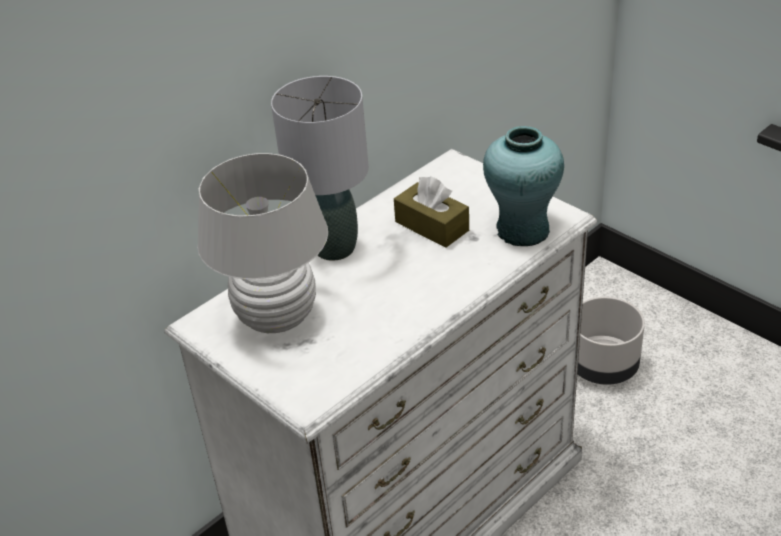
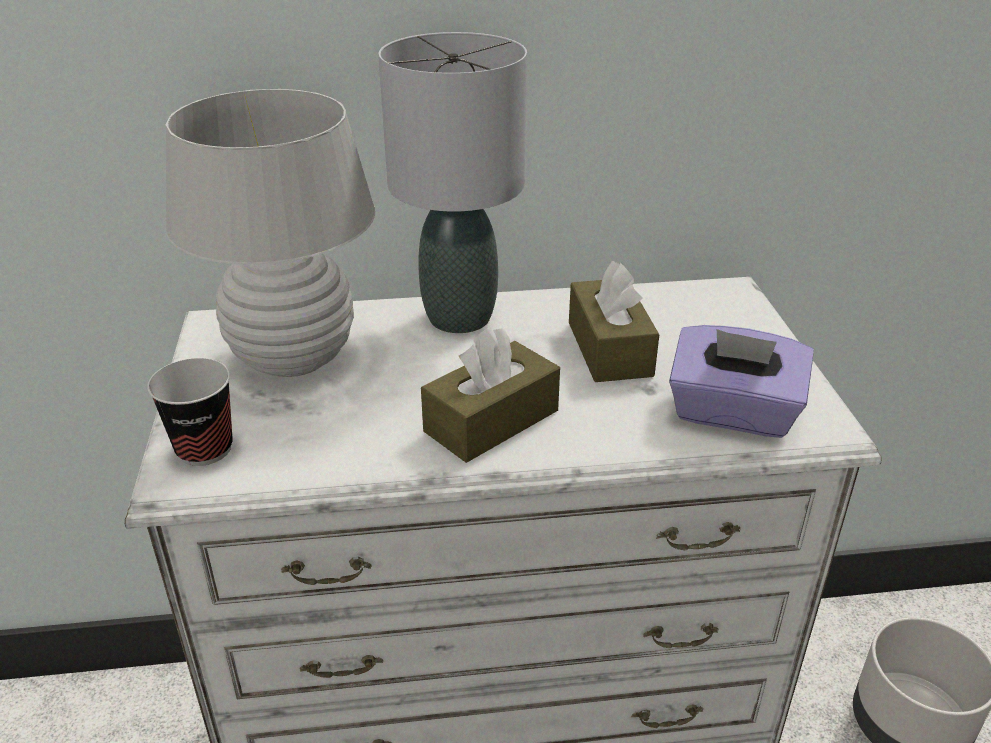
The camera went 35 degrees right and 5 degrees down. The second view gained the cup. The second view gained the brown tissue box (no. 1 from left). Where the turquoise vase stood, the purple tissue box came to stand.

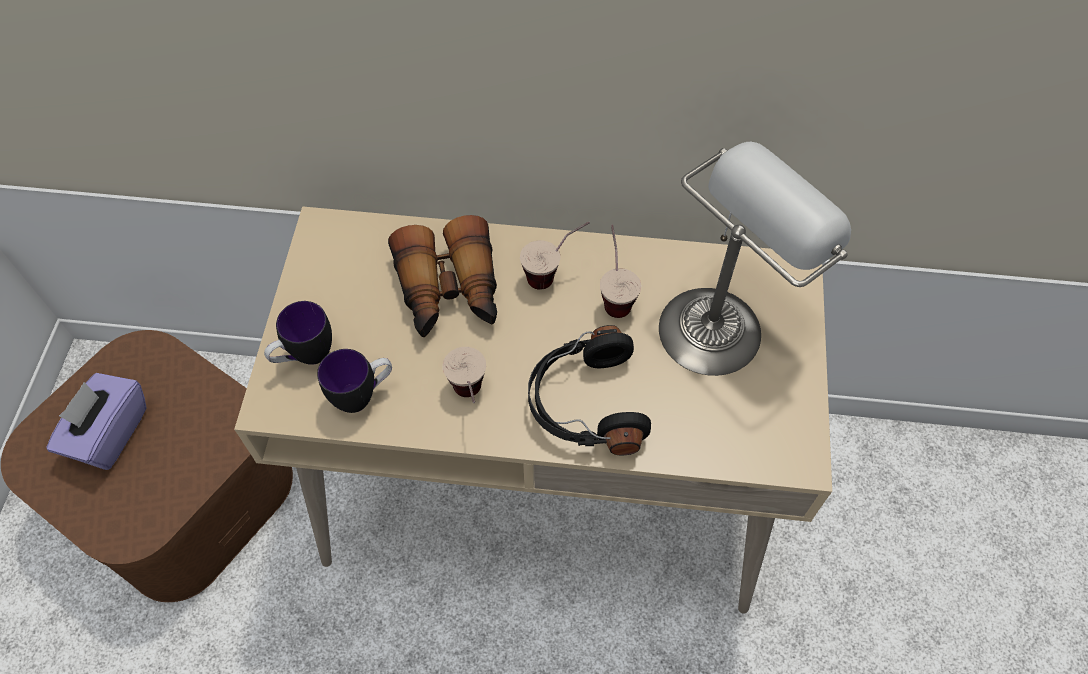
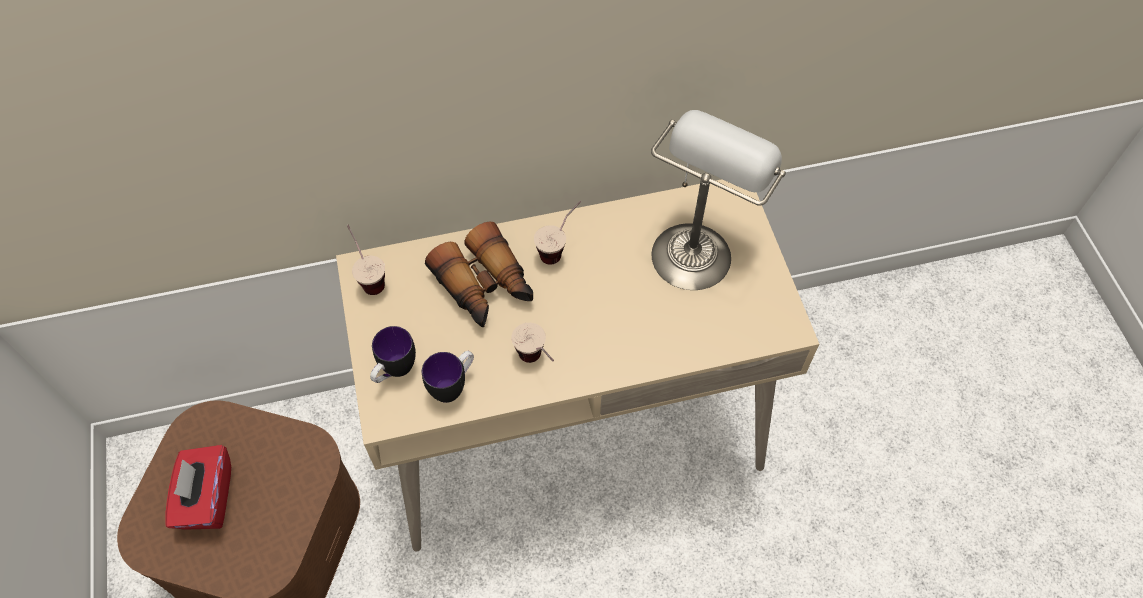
The camera went 20 degrees left and 0 degrees up. The second view lost the black headphones. The cup (no. 3 from left in the first image) ended up elsewhere. What was the purple tissue box turned into the red tissue box.

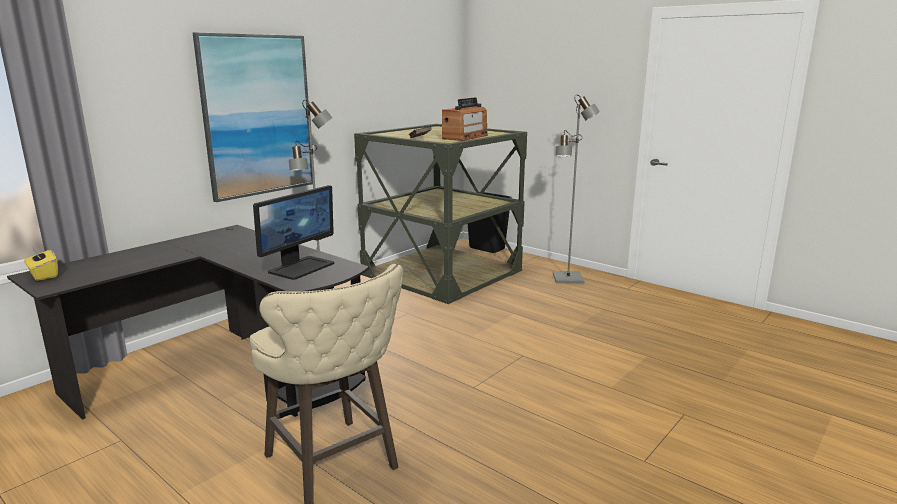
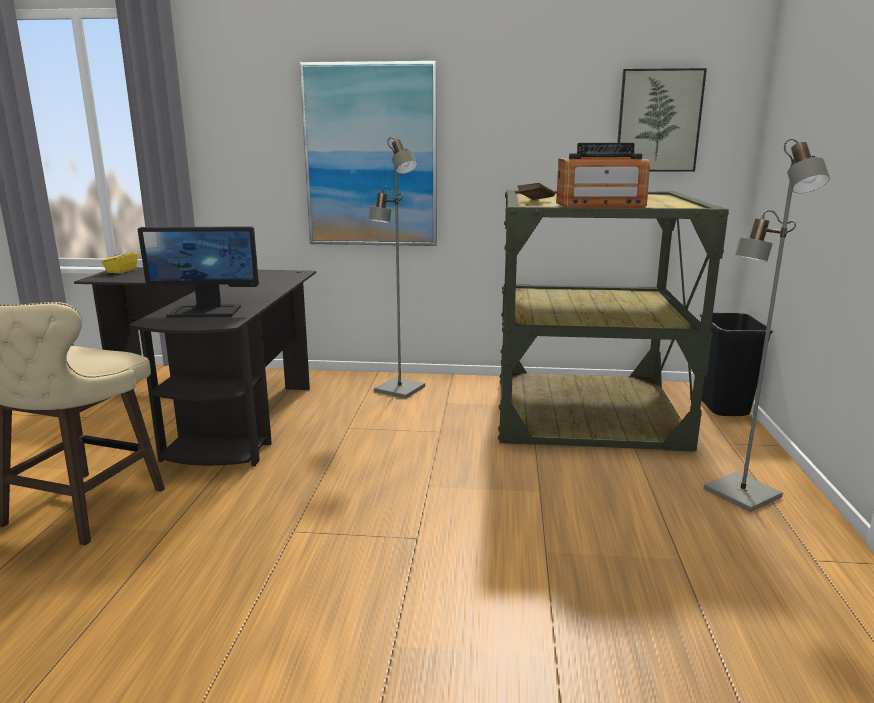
The camera went 55 degrees right and 0 degrees up. The second view gained the picture (no. 2 from left).

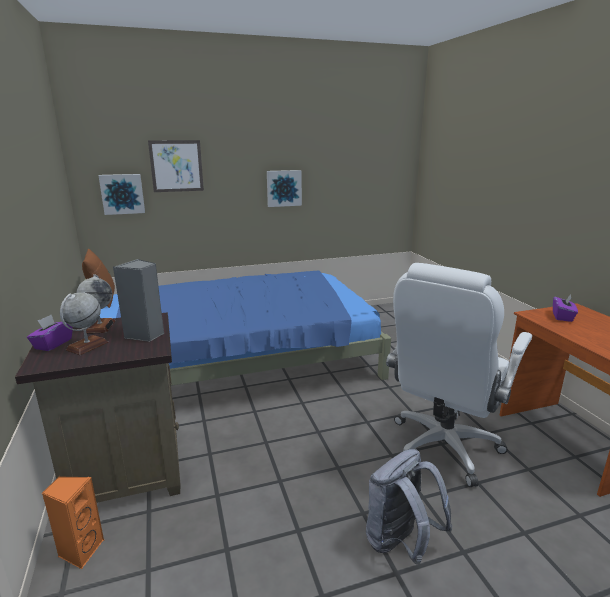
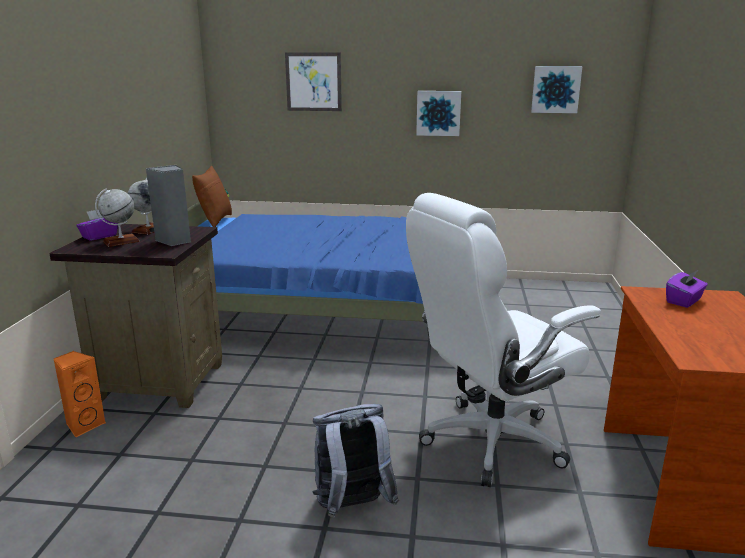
The camera went 25 degrees right and 0 degrees up. The picture (no. 1 from left in the first image) ended up elsewhere.

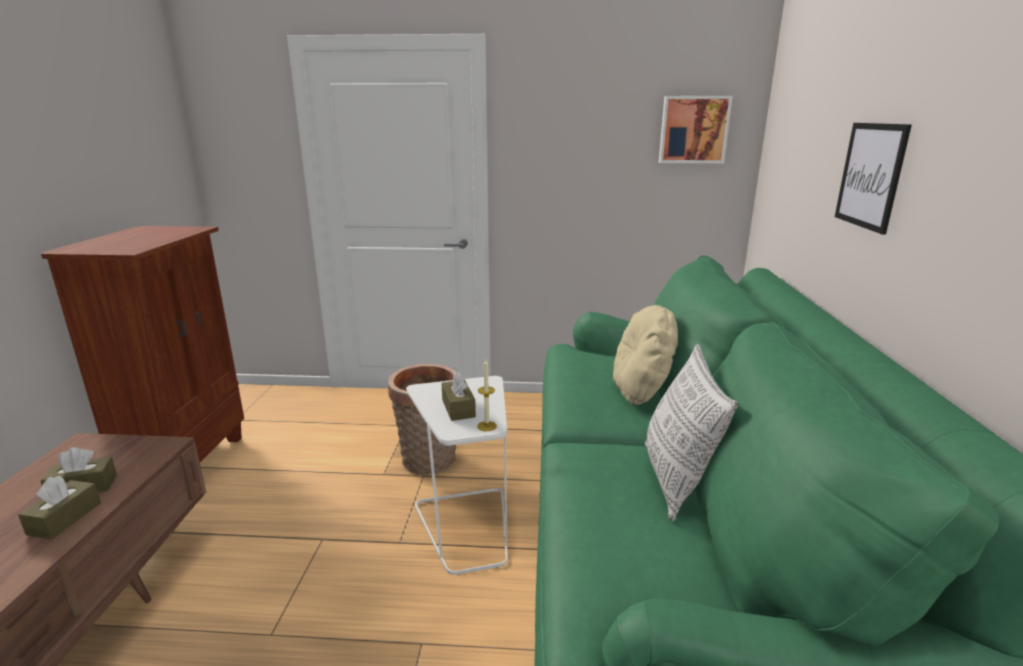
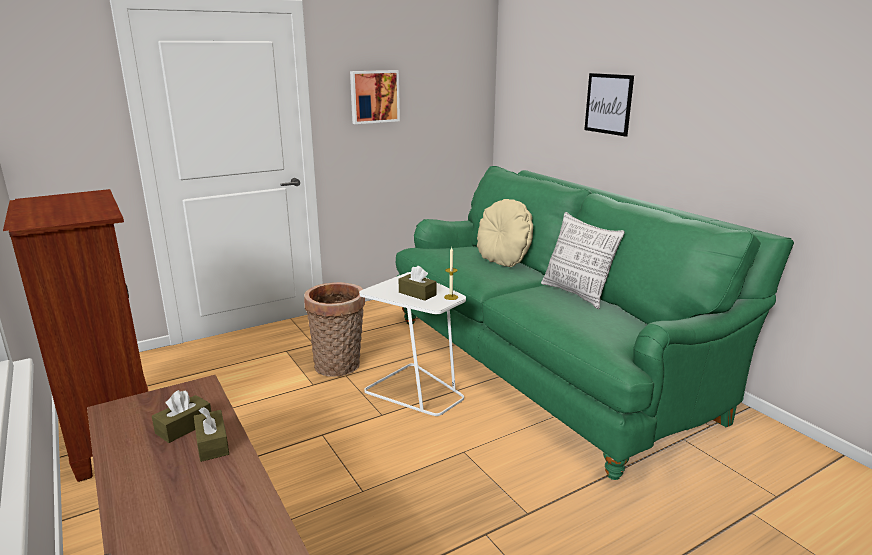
The camera went 35 degrees left and 0 degrees up. The picture (no. 1 from left) ended up elsewhere.

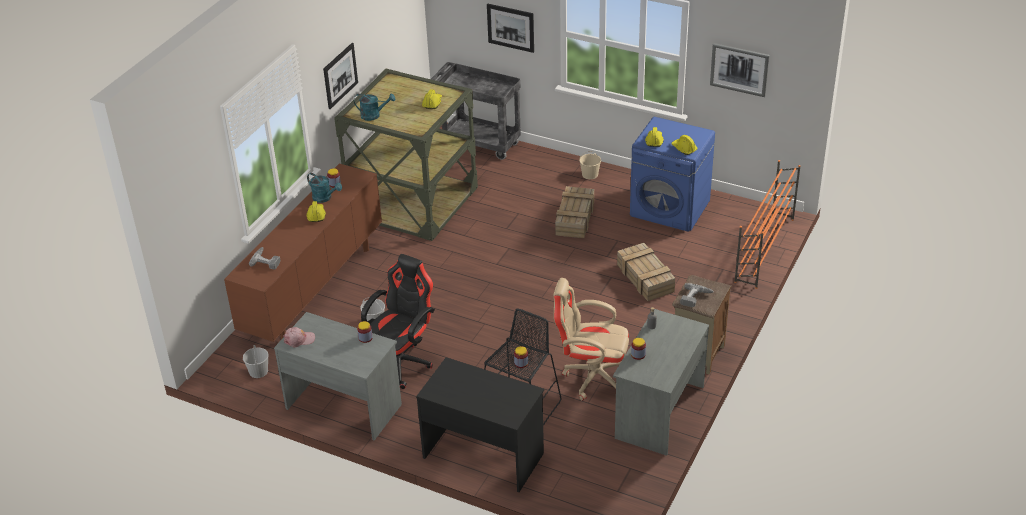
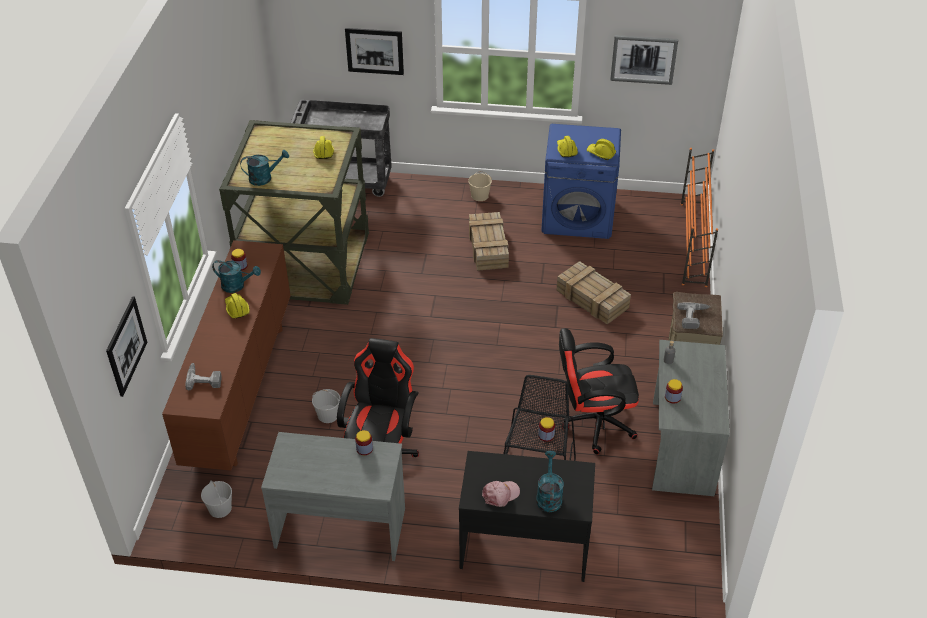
The camera went 20 degrees left and 5 degrees up. The second view gained the turquoise watering can (no. 3 from left). The pink cap ended up elsewhere. The picture (no. 1 from left) ended up elsewhere. What was the beige office chair turned into the black office chair (no. 2 from left).

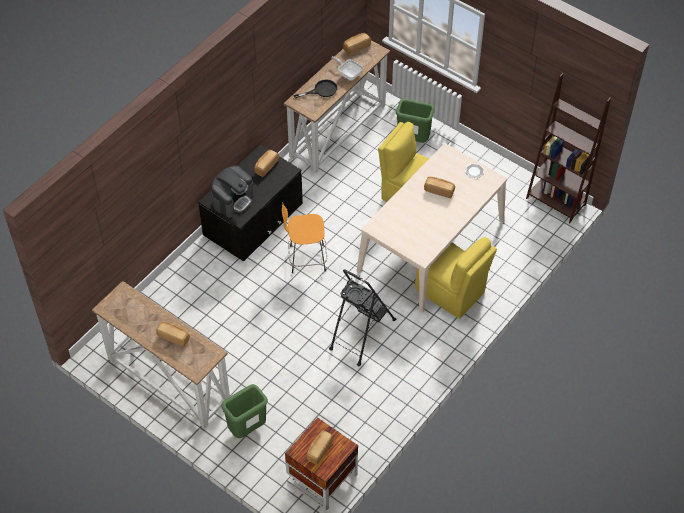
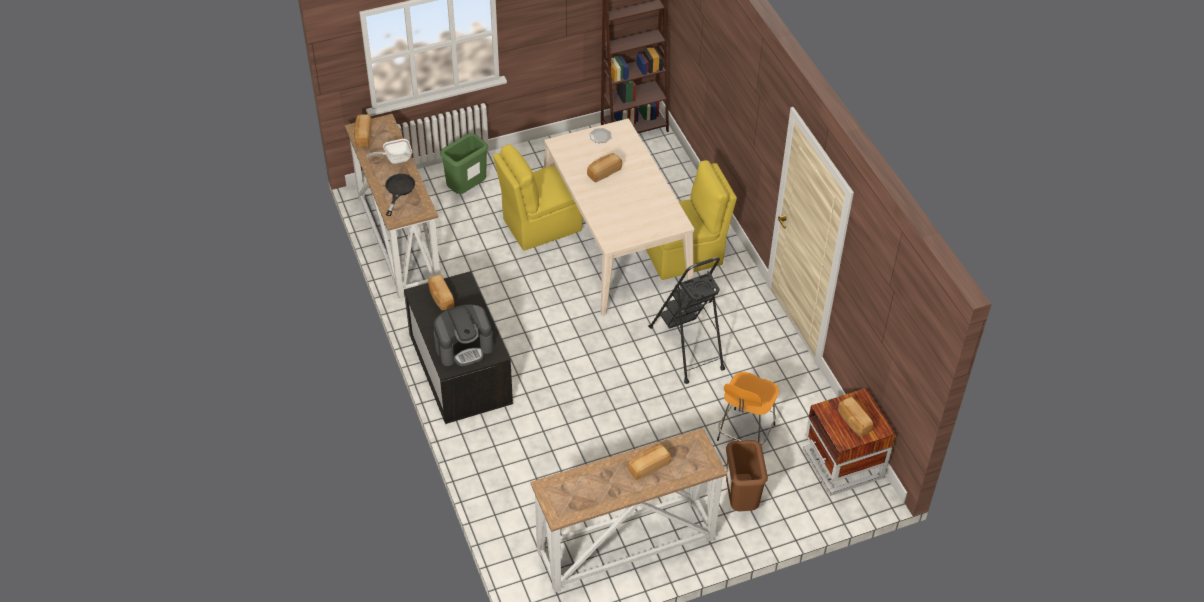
The camera went 60 degrees left and 5 degrees down. The orange stool ended up elsewhere. What was the green trash can (no. 1 from left) turned into the brown trash can. The coffee machine ended up facing another way, 90 degrees clockwise from before.

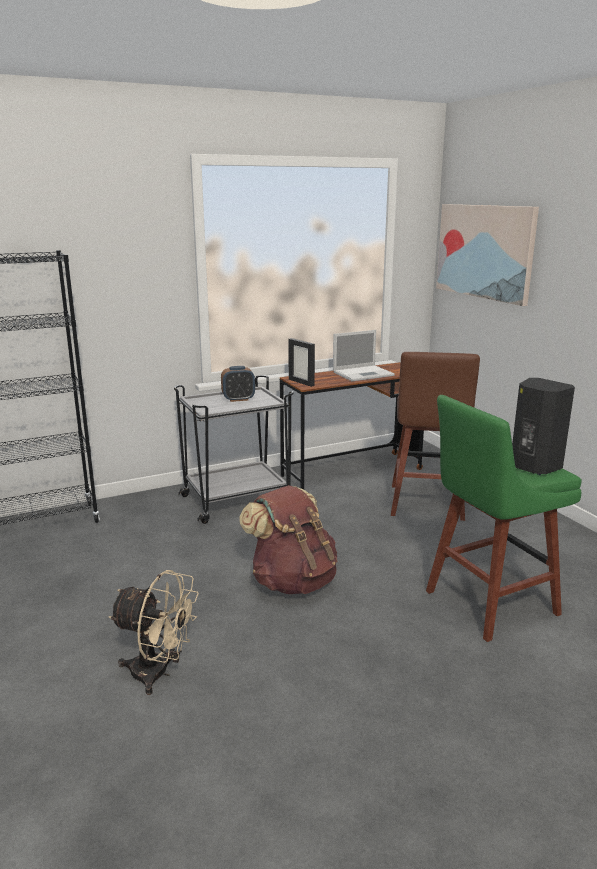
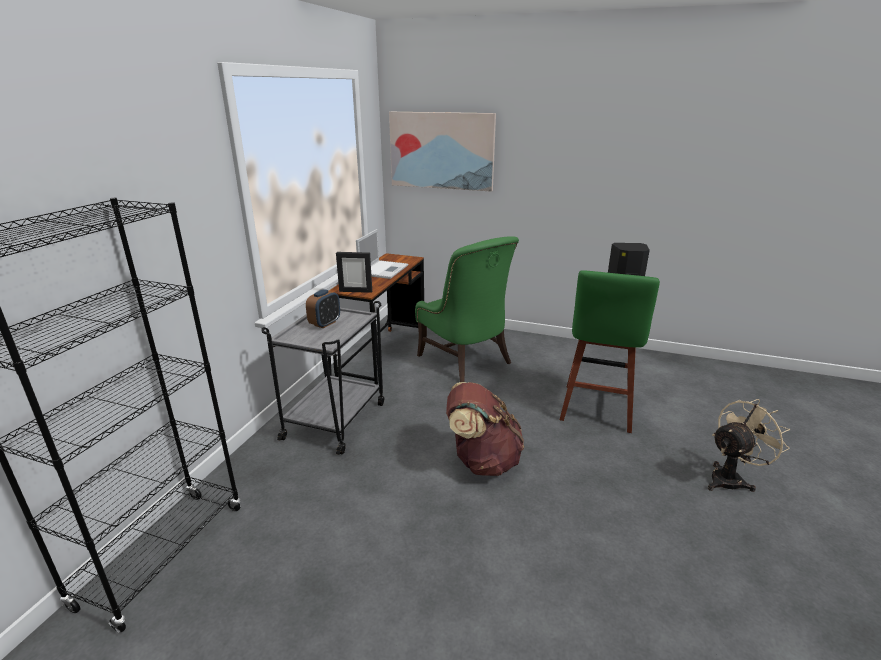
The camera went 45 degrees left and 5 degrees up. The beige fan ended up elsewhere. Where the brown stool stood, the green chair came to stand.

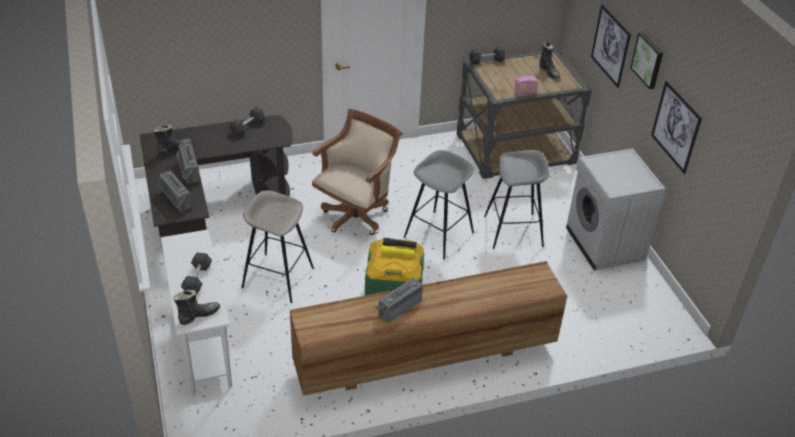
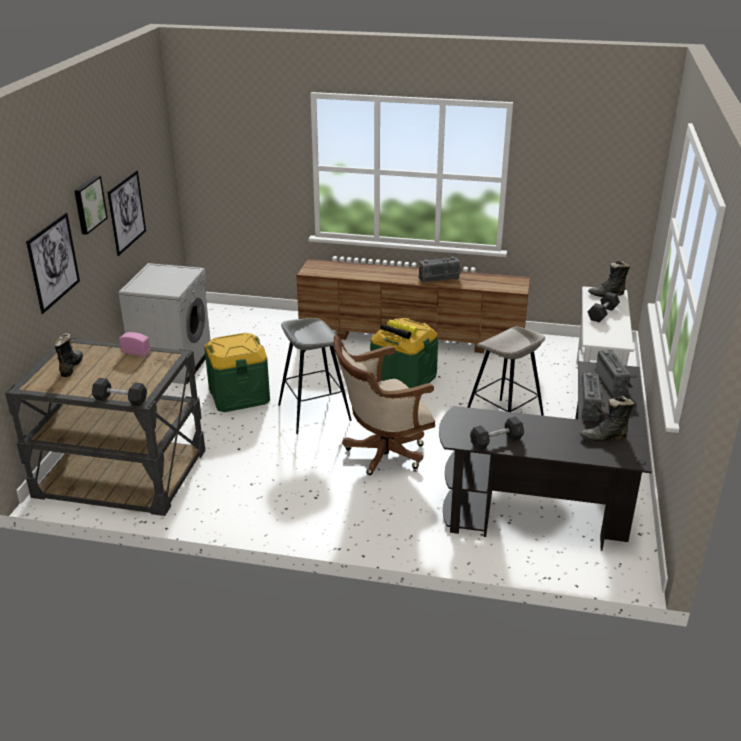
The camera went 150 degrees left and 10 degrees down. Where the grey stool (no. 3 from left) stood, the green storage box (no. 1 from left) came to stand.

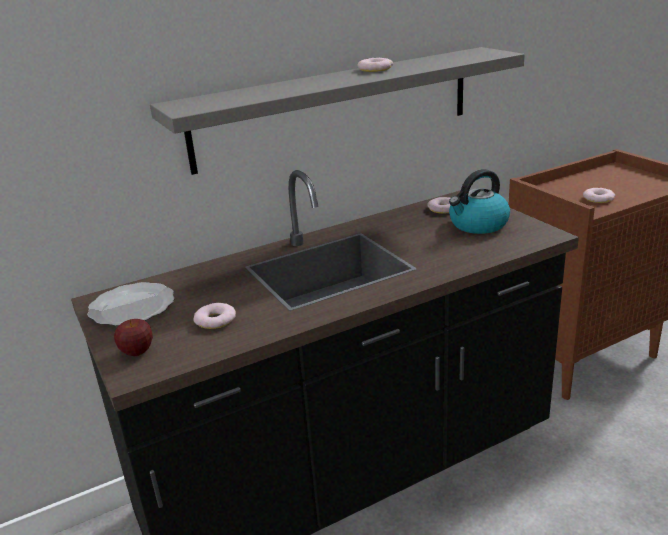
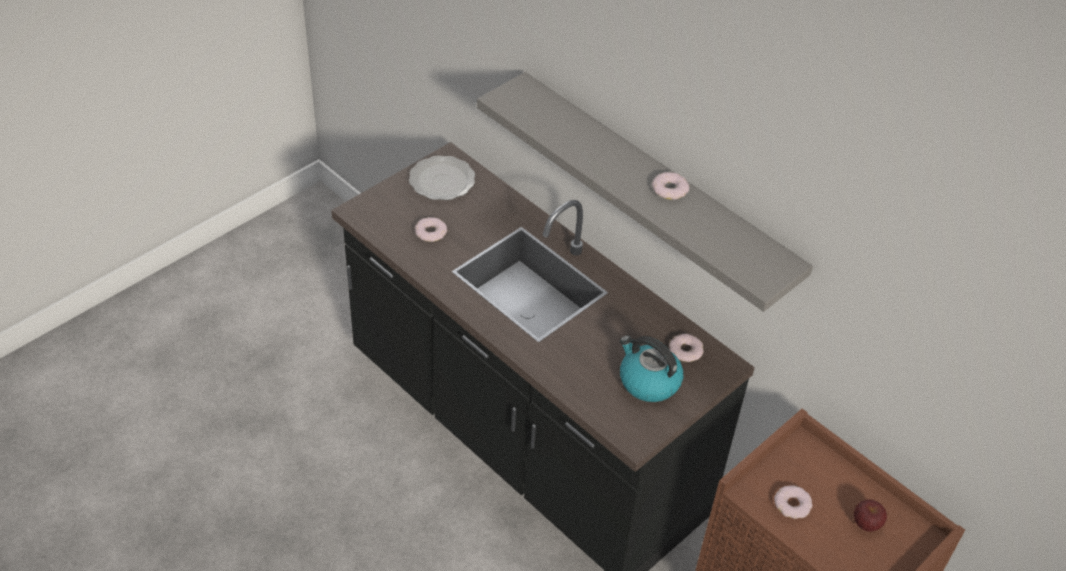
The camera went 70 degrees right and 20 degrees up. The apple ended up elsewhere.

